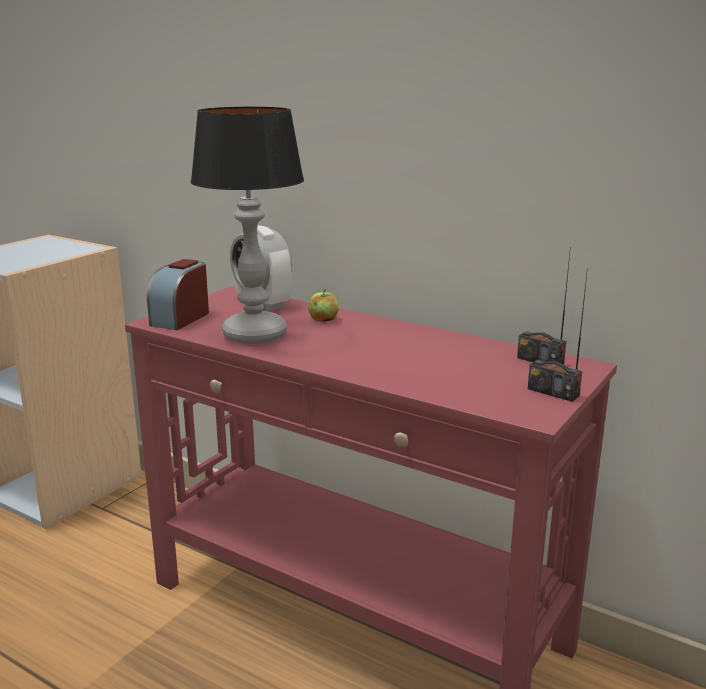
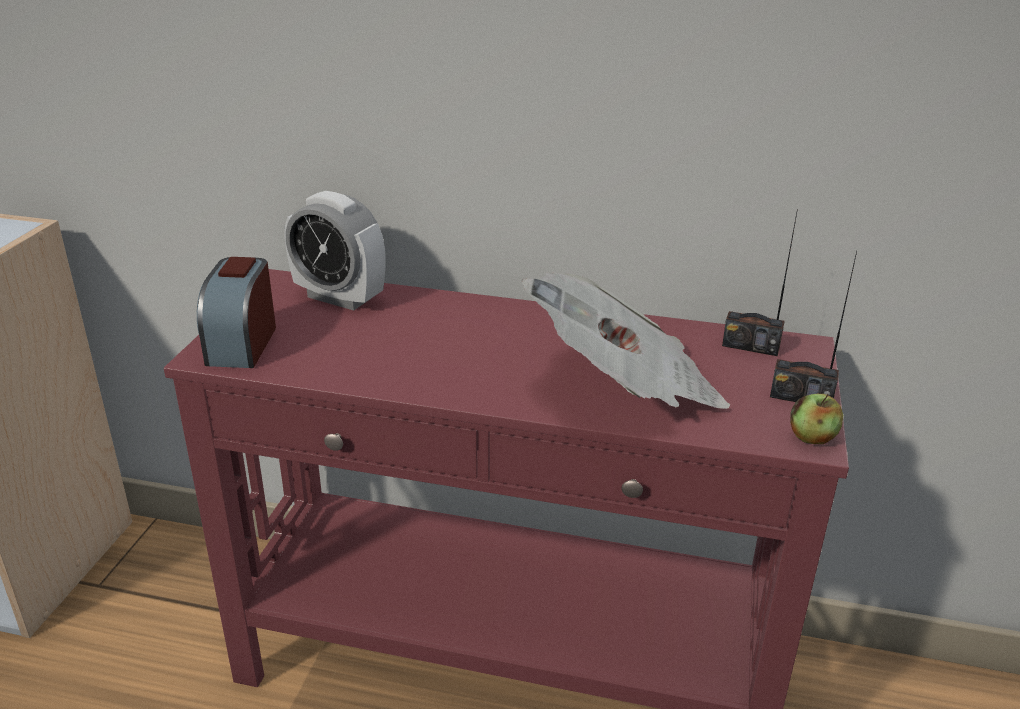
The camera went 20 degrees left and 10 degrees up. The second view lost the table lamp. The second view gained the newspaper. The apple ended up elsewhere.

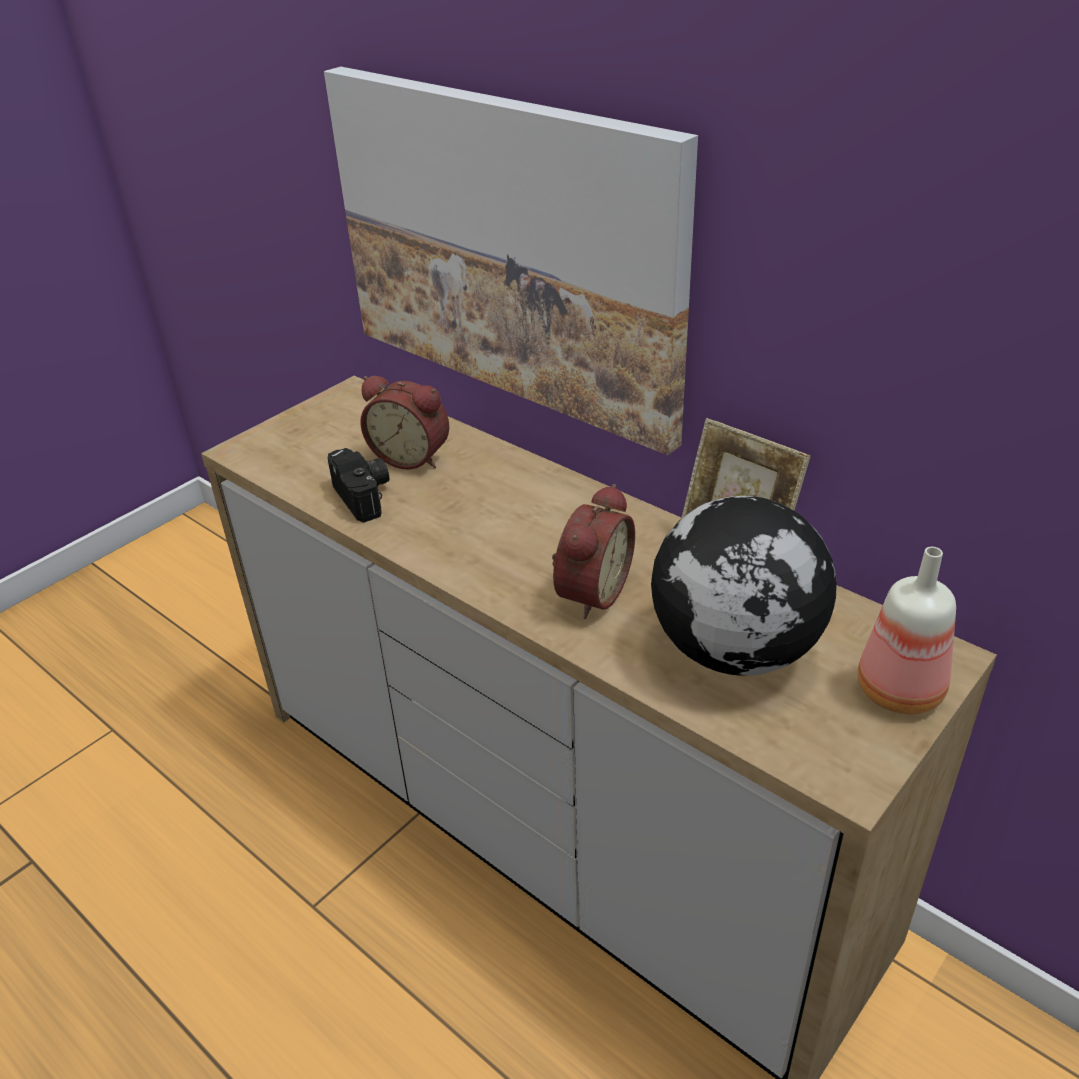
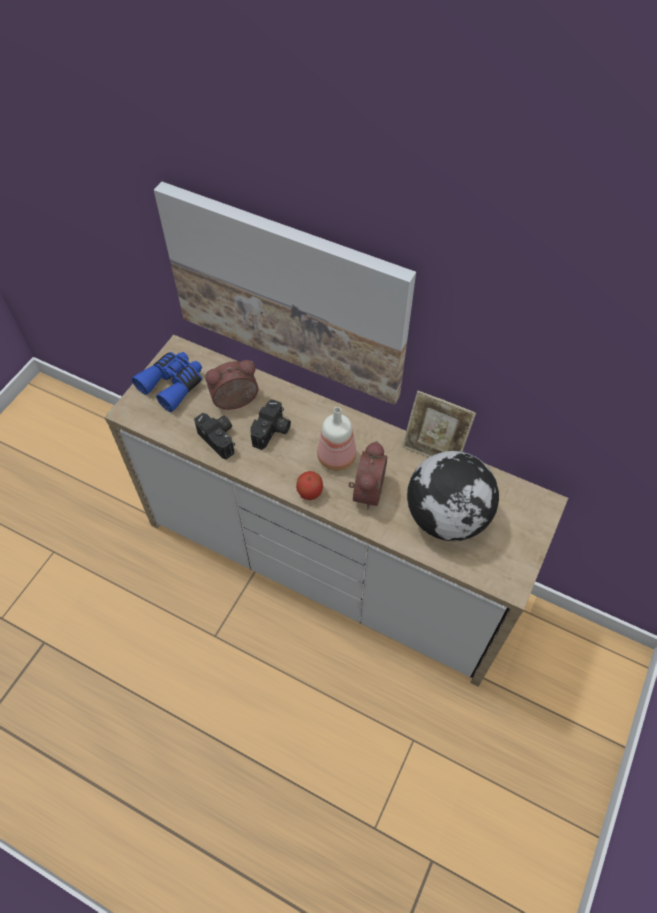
The camera went 15 degrees left and 20 degrees up. The second view gained the blue binoculars. The second view gained the photo camera (no. 2 from left). The second view gained the apple. The bottle ended up elsewhere. The alarm clock (no. 1 from left) ended up facing another way, 150 degrees clockwise from before.

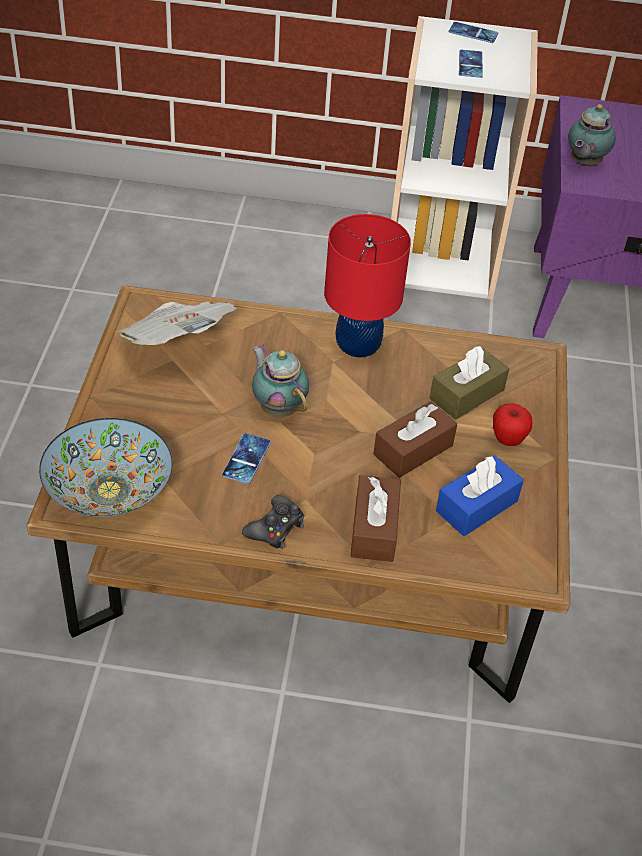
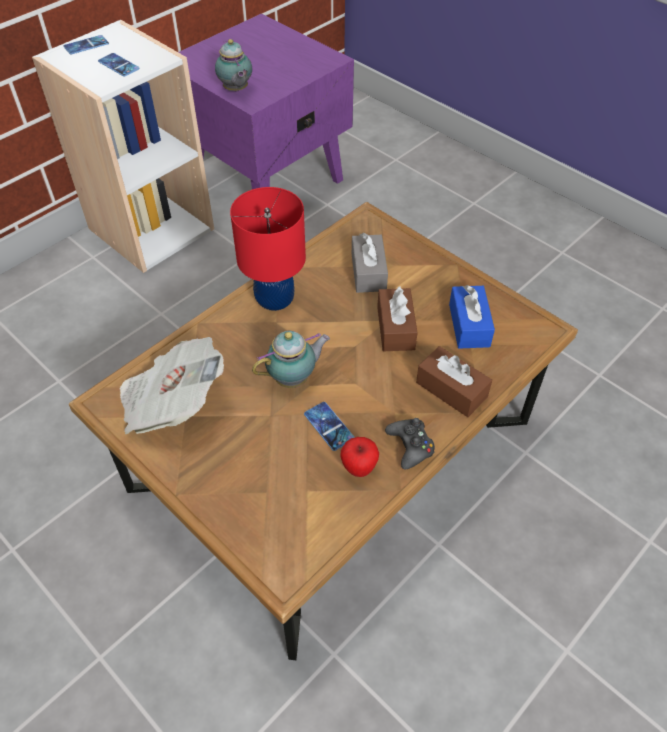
The camera went 50 degrees left and 5 degrees up. The second view lost the bowl. The apple ended up elsewhere. What was the brown tissue box (no. 3 from left) turned into the grey tissue box. The teapot (no. 1 from left in the first image) ended up facing another way, 150 degrees clockwise from before.

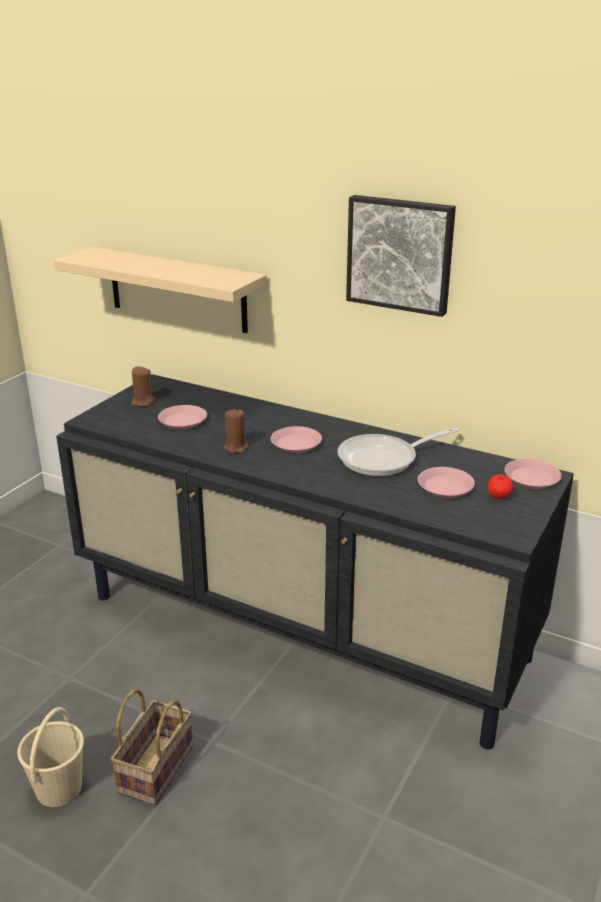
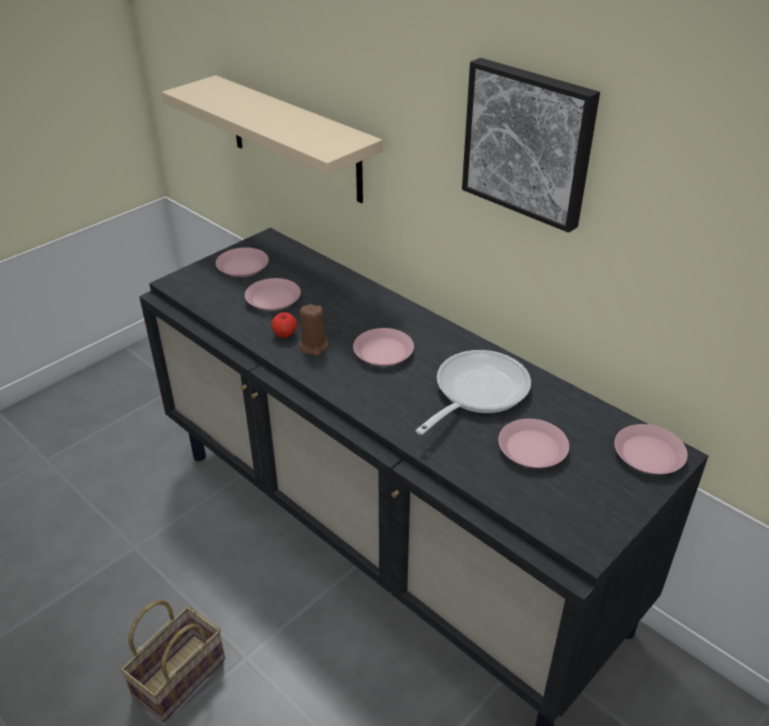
The camera went 15 degrees right and 10 degrees up. The second view lost the beige bucket. The apple ended up elsewhere. Where the brown candle (no. 1 from left) stood, the pink plate (no. 1 from left) came to stand. The frying pan ended up facing another way, 135 degrees clockwise from before.

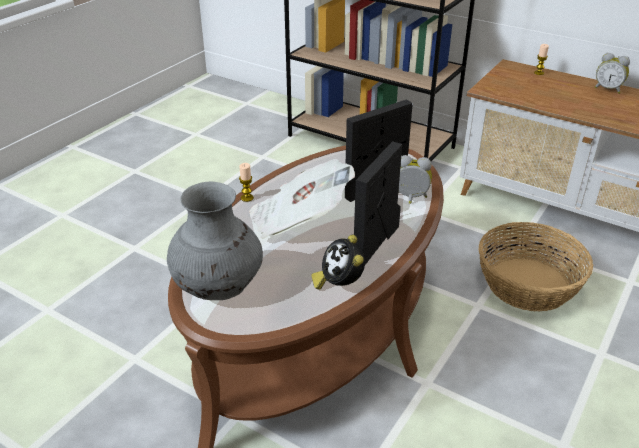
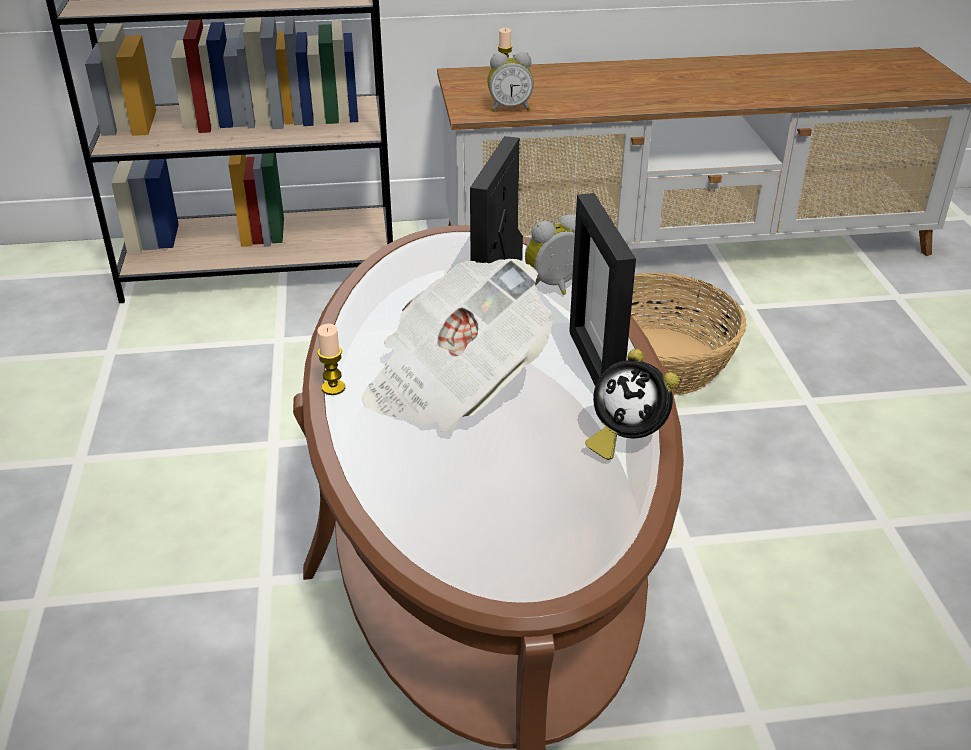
The camera went 40 degrees left and 0 degrees up. The second view lost the grey vase. The alarm clock (no. 3 from left in the first image) ended up elsewhere.

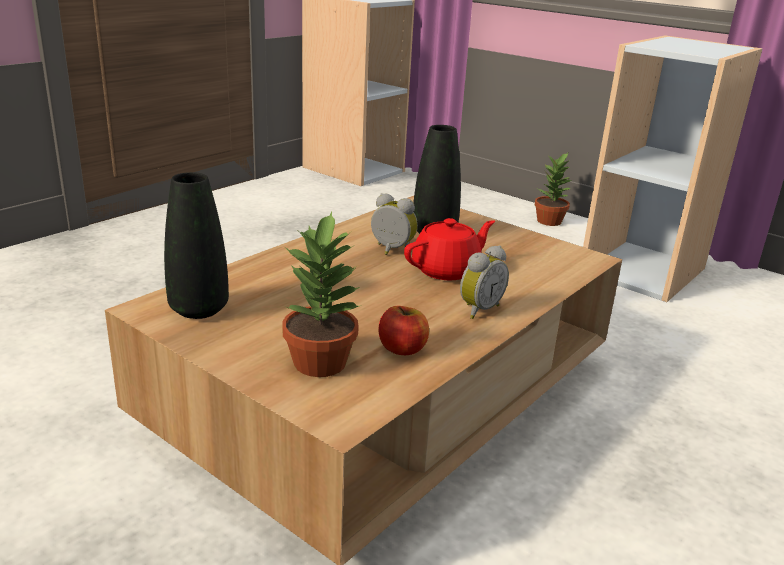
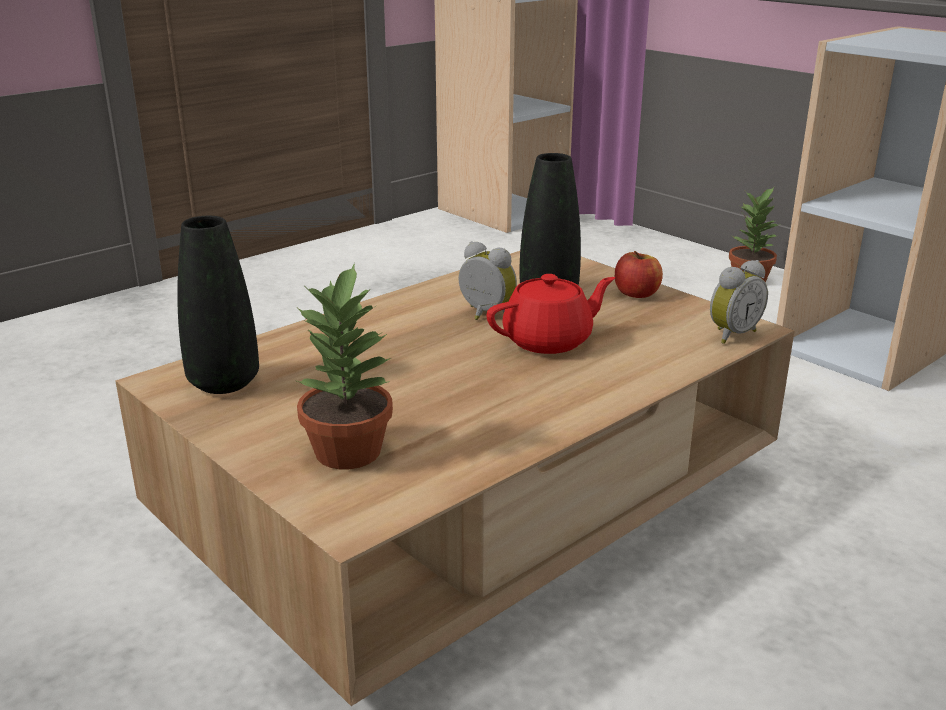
The camera went 10 degrees right and 0 degrees up. The apple ended up elsewhere. The alarm clock (no. 2 from left) ended up elsewhere.

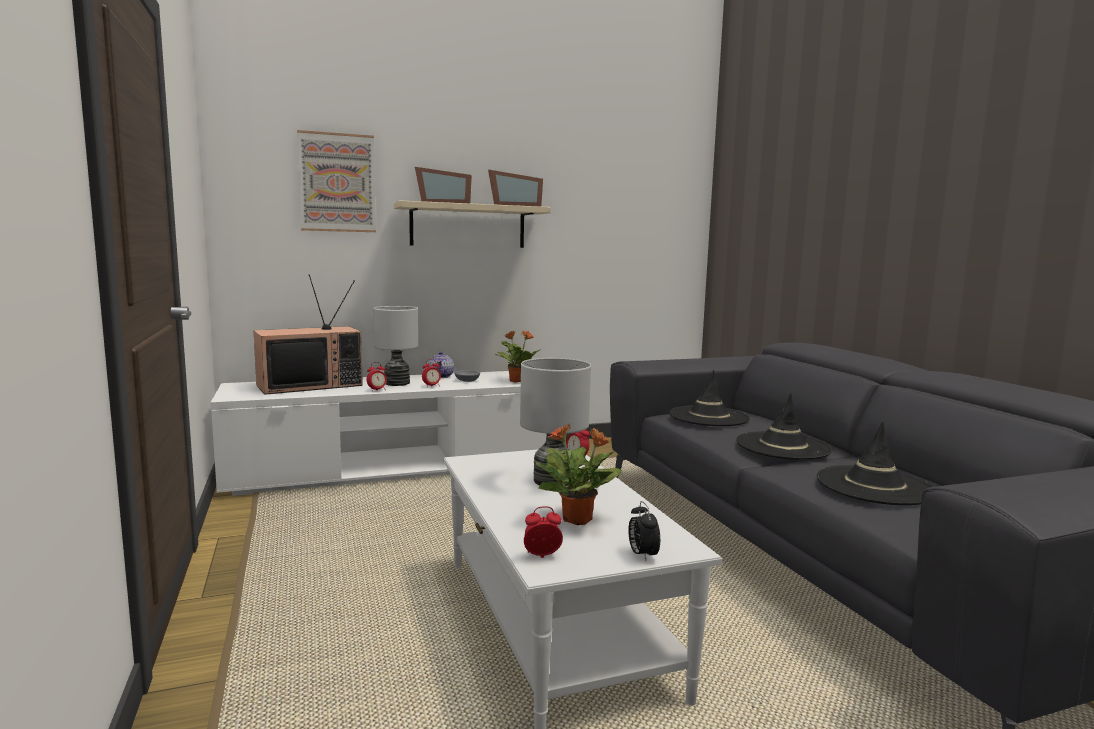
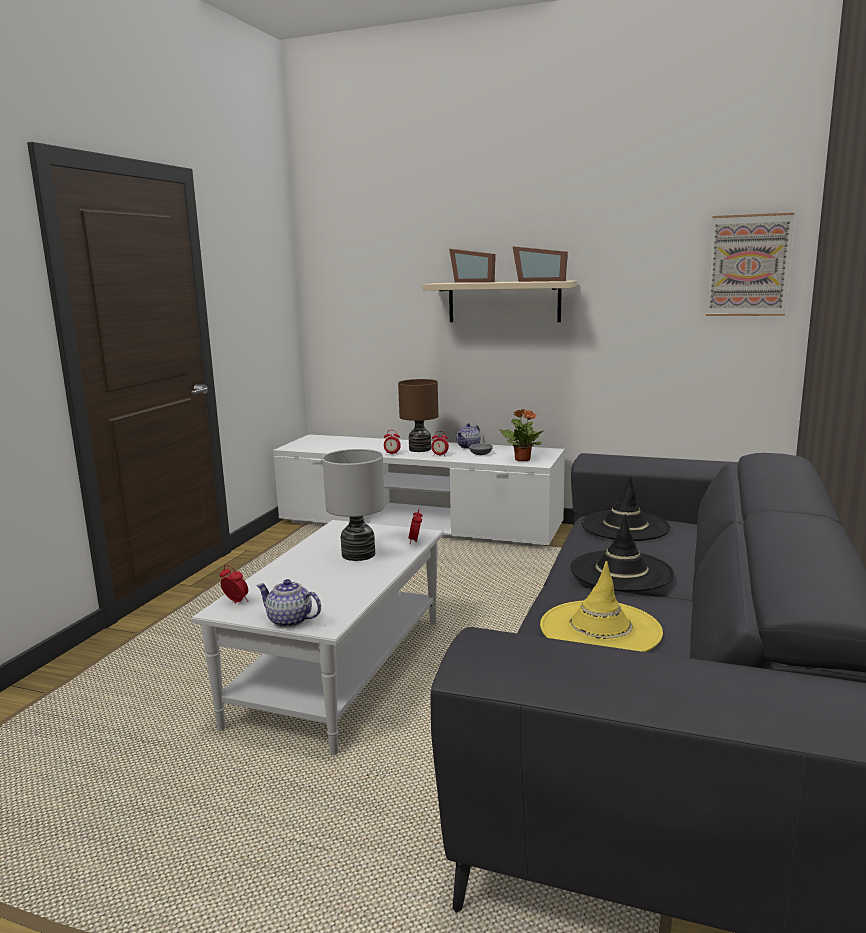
The camera went 40 degrees right and 5 degrees up. The second view lost the television. The second view lost the potted plant (no. 2 from left). The picture ended up elsewhere. Where the alarm clock (no. 5 from left) stood, the teapot (no. 1 from left) came to stand. What was the grey table lamp (no. 1 from left) turned into the brown table lamp. What was the black hat (no. 3 from left) turned into the yellow hat.

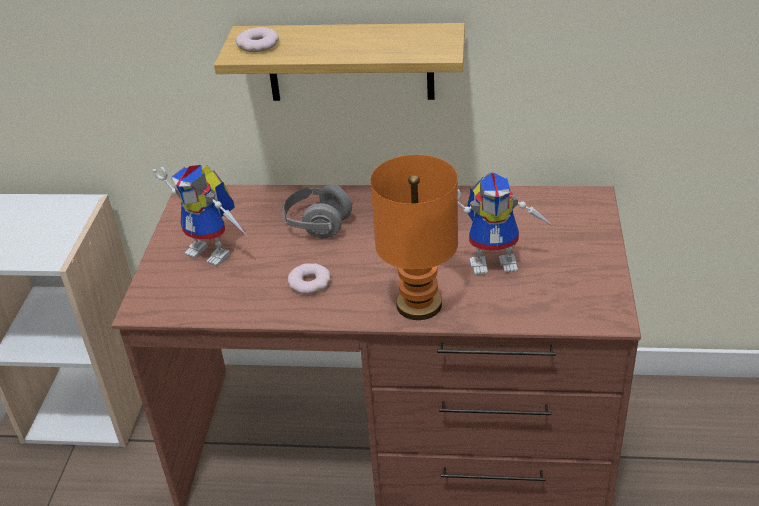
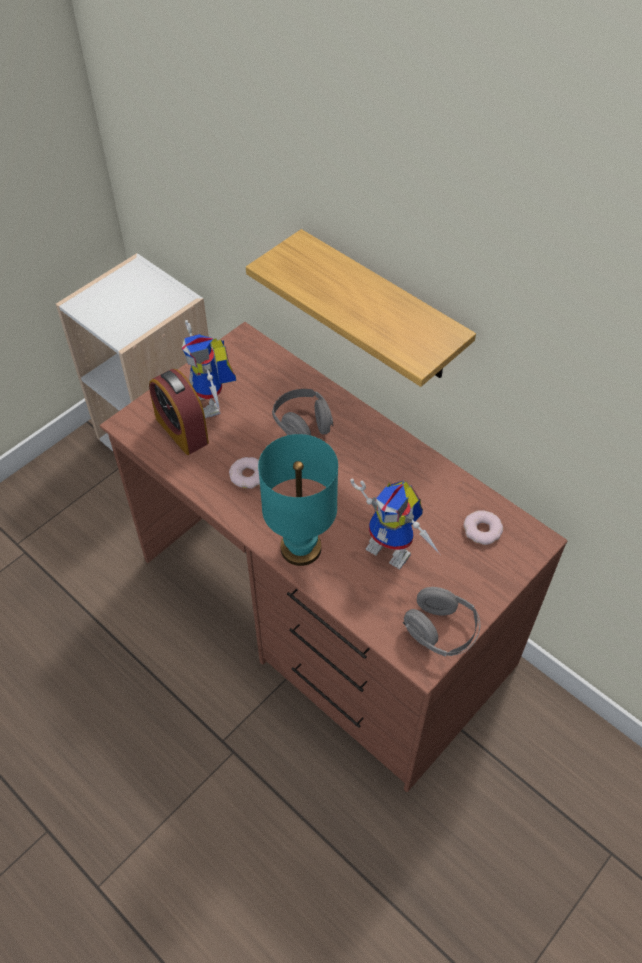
The camera went 35 degrees right and 15 degrees up. The second view gained the alarm clock. The second view gained the grey headphones (no. 2 from left). The donut (no. 1 from left in the first image) ended up elsewhere. What was the orange table lamp turned into the turquoise table lamp.

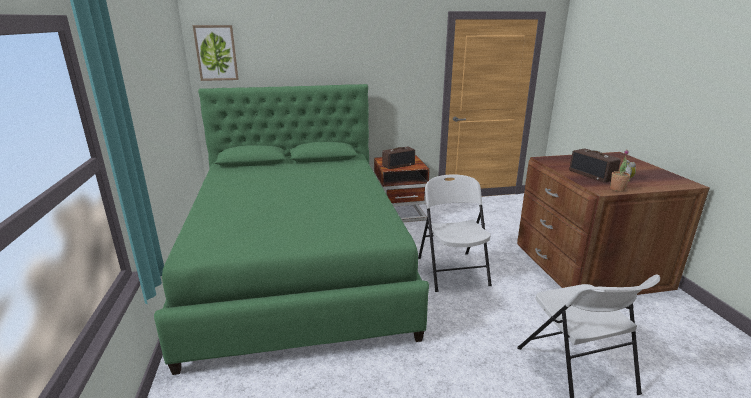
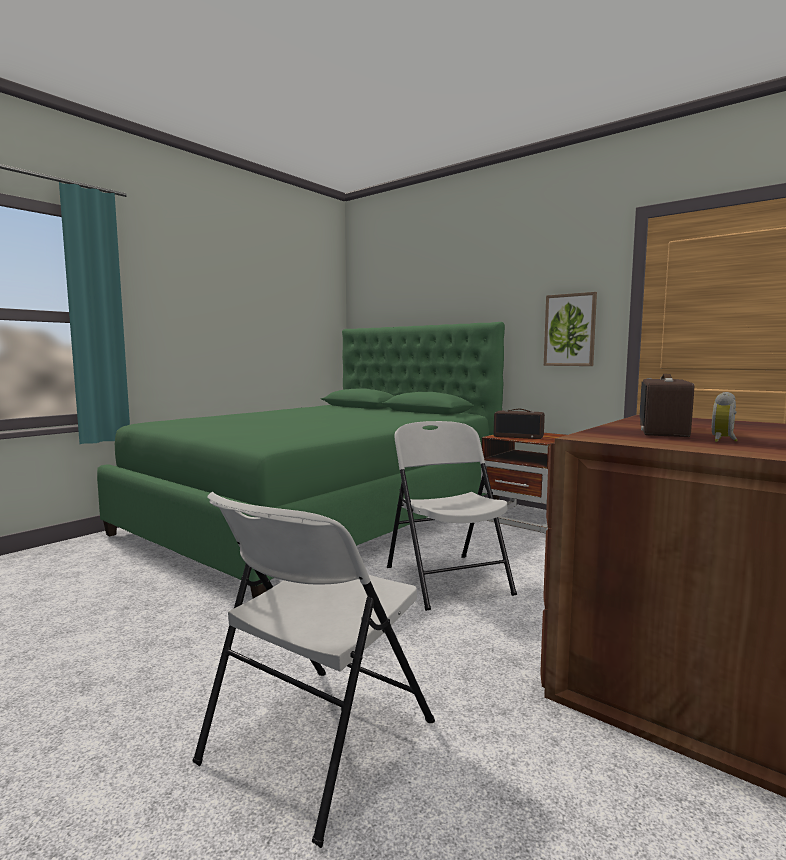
The camera went 50 degrees right and 15 degrees down. The second view lost the potted plant. The picture ended up elsewhere. The white chair (no. 1 from left in the first image) ended up facing another way, 60 degrees counterclockwise from before.

